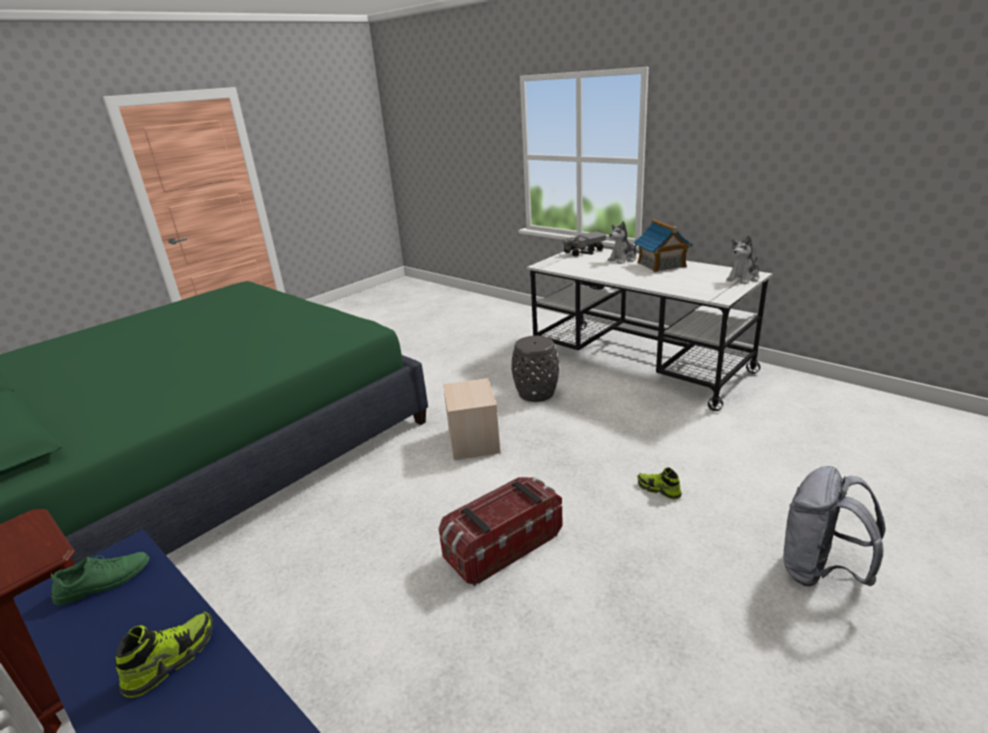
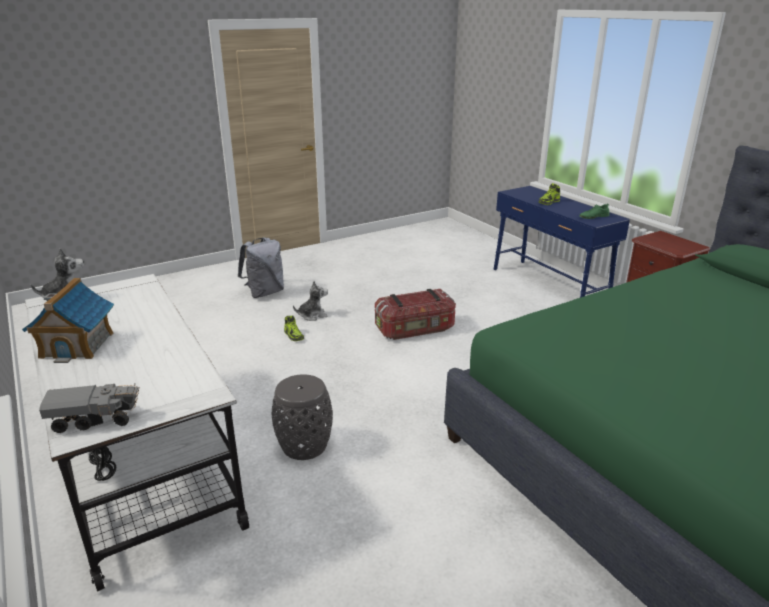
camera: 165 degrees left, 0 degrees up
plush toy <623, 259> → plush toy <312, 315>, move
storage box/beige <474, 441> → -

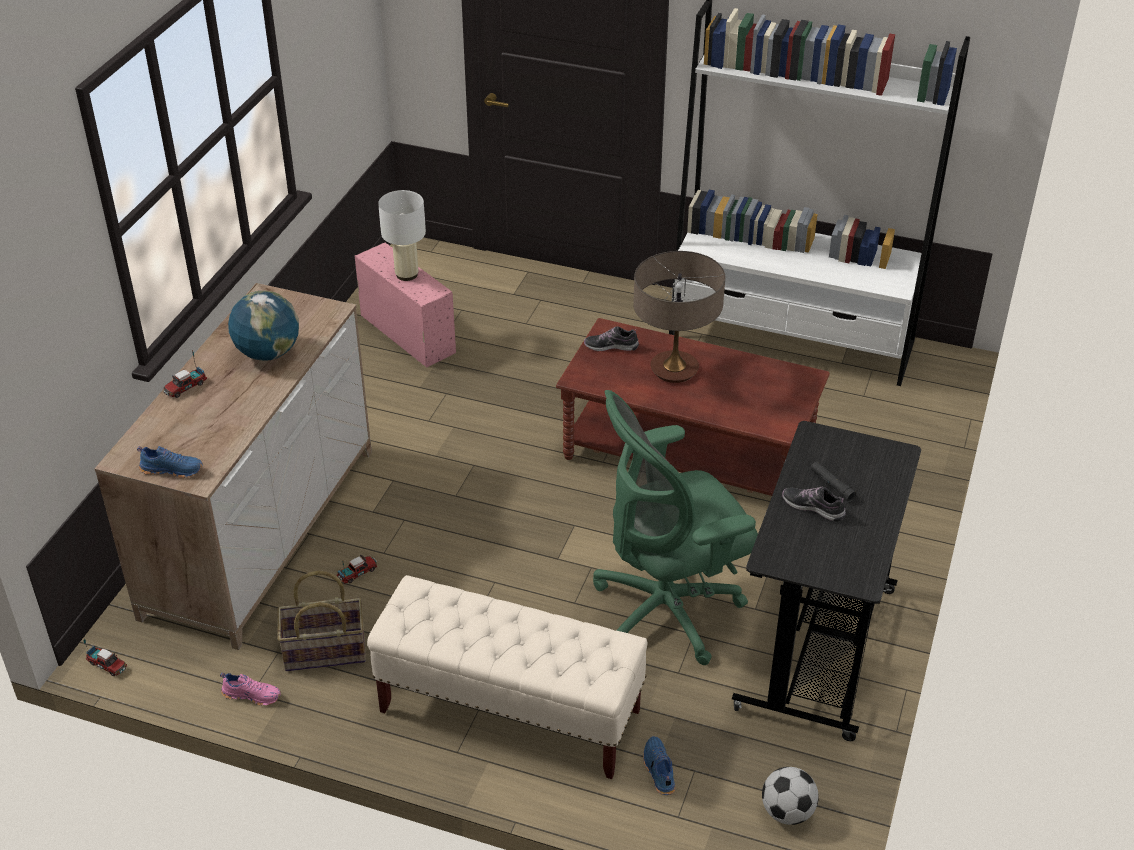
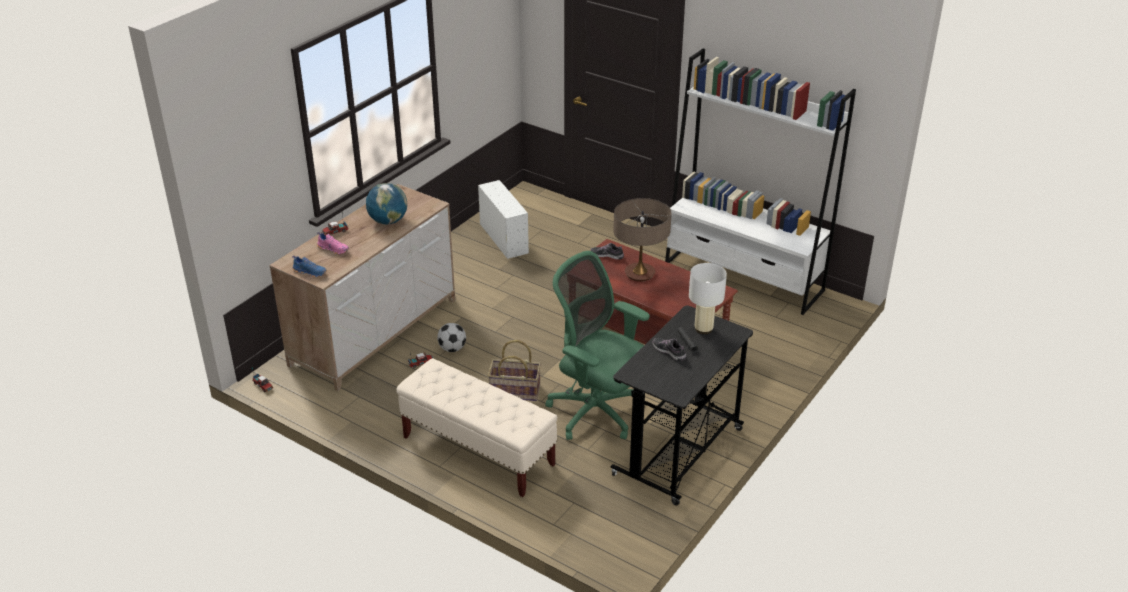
camera: 15 degrees right, 5 degrees down
shoe/pink <252, 694> → shoe/pink <334, 249>, move
football <788, 812> → football <452, 349>, move
storage box/pink <406, 333> → storage box/white <503, 237>
basket <324, 652> → basket <514, 392>, move
office chair/green <673, 606> → office chair/green <600, 413>, 45 degrees clockwise
table lamp/white <406, 274> → table lamp/white <703, 328>, move
shoe/blue <658, 770> → -

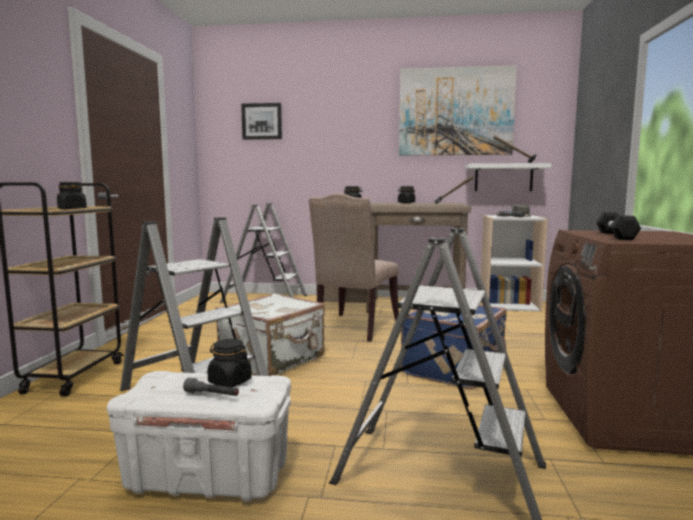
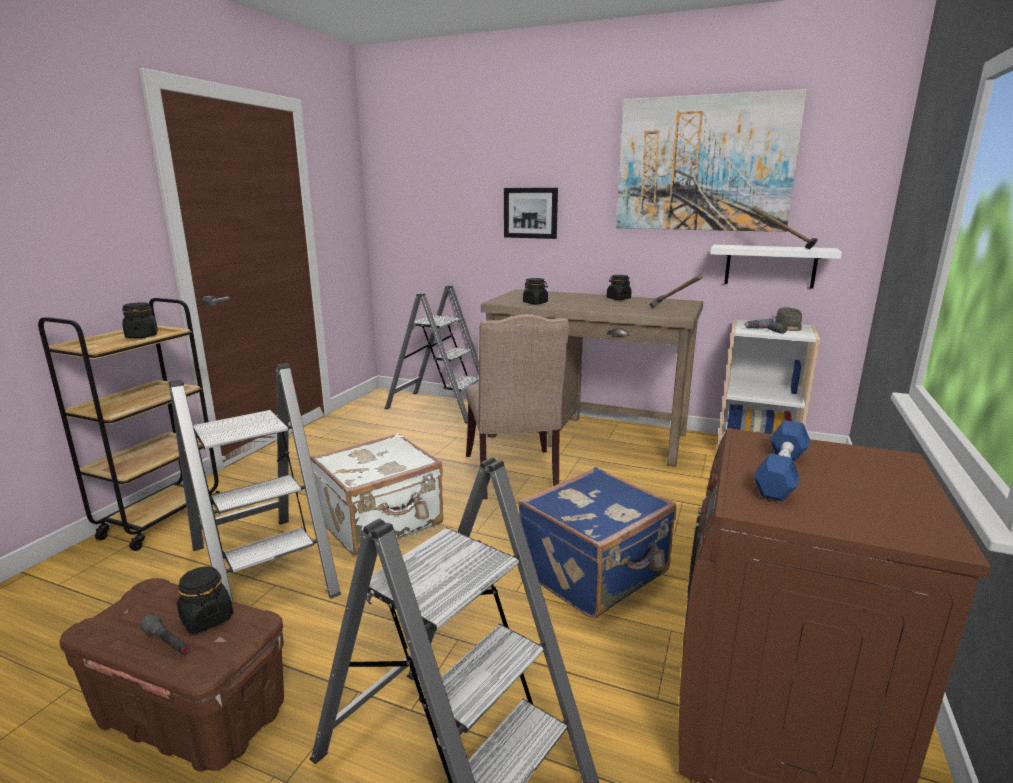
camera: 15 degrees right, 10 degrees up
storage box/white <209, 476> → storage box/brown <193, 714>
chair/beige <355, 329> → chair/beige <514, 476>, 45 degrees counterclockwise
picture <262, 121> → picture <530, 213>, move
dumbbell/black <615, 236> → dumbbell/blue <781, 473>

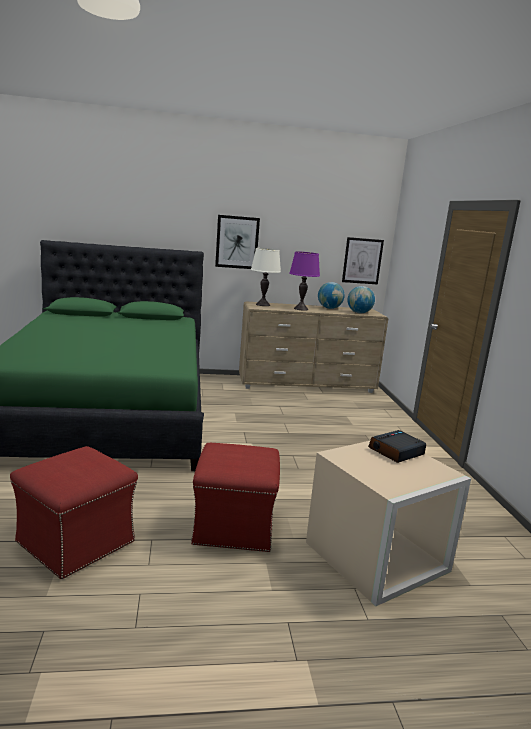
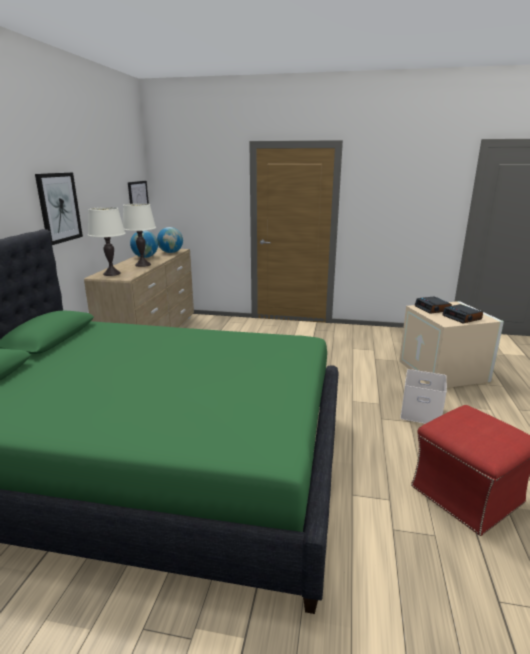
camera: 70 degrees left, 5 degrees up
table lamp/purple <301, 309> → table lamp/white <143, 265>
ottoman/red <234, 527> → storage box/white <422, 412>
- → alarm clock <462, 317>

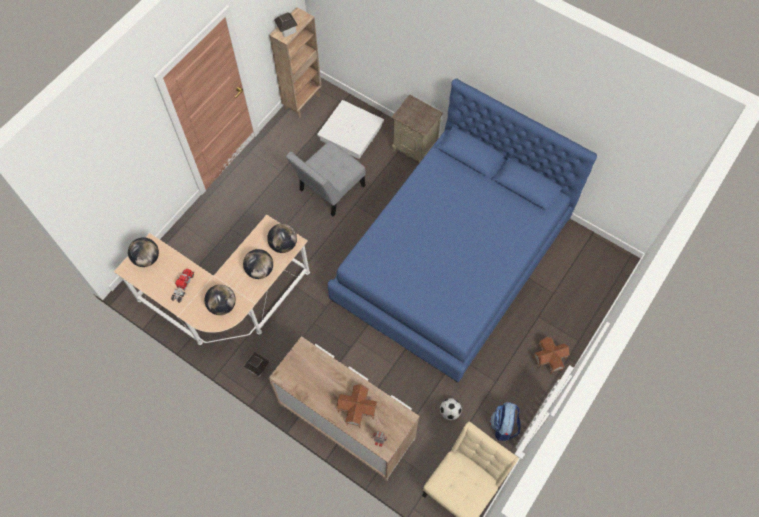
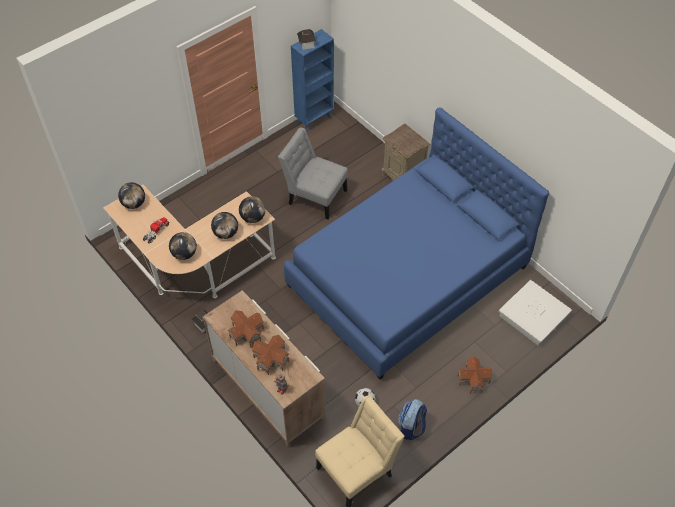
camera: 15 degrees right, 10 degrees down
- → toy house <247, 333>
chair/grey <329, 190> → chair/grey <314, 195>, 60 degrees clockwise
bookcase/brown <303, 101> → bookcase/blue <315, 119>
storage box/white <350, 133> → storage box/white <533, 316>, move

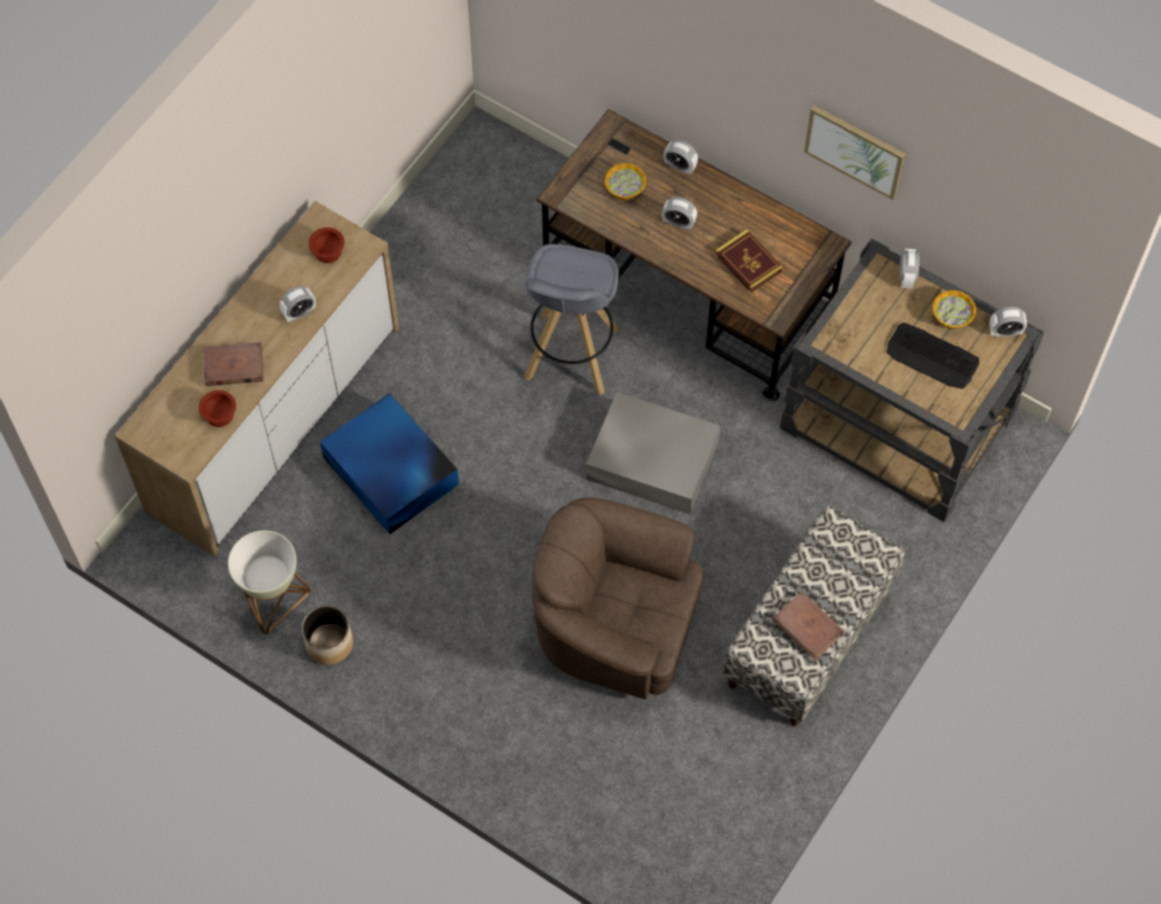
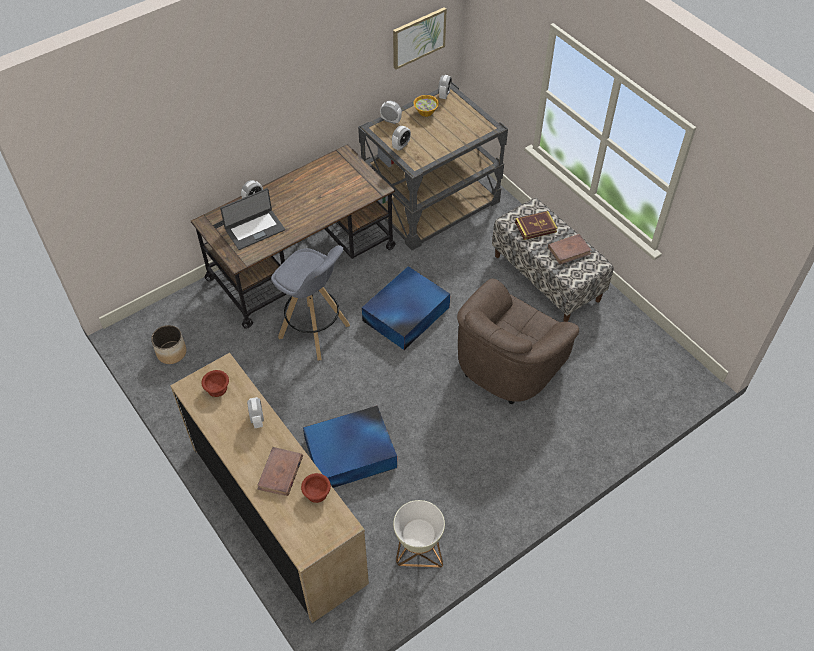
camera: 70 degrees left, 10 degrees down
planter <329, 644> → planter <171, 353>, move
bowl <625, 190> → laptop <254, 229>
storage box/grey <651, 459> → storage box/blue <405, 314>
alarm clock <678, 223> → alarm clock <401, 146>, move
picture <855, 150> → picture <418, 37>, move
book <748, 263> → book <535, 227>, move
keyboard <932, 357> → -

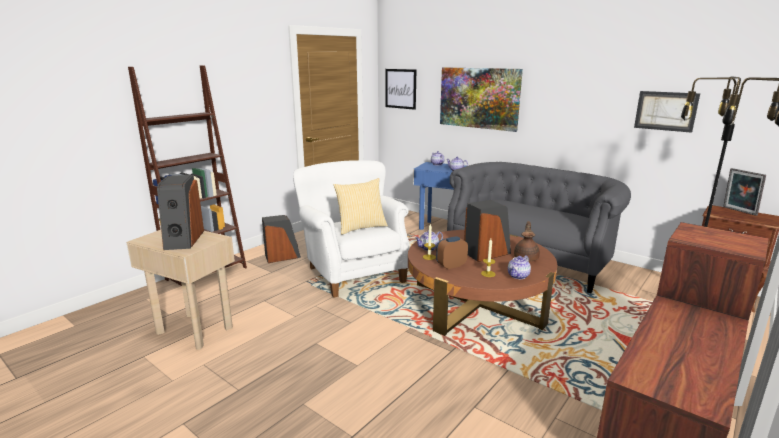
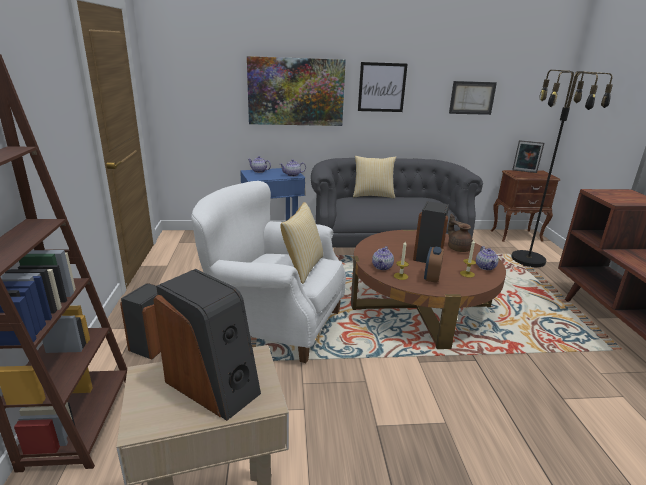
camera: 45 degrees left, 5 degrees up
- → pillow <373, 195>
picture <400, 88> → picture <382, 87>, move

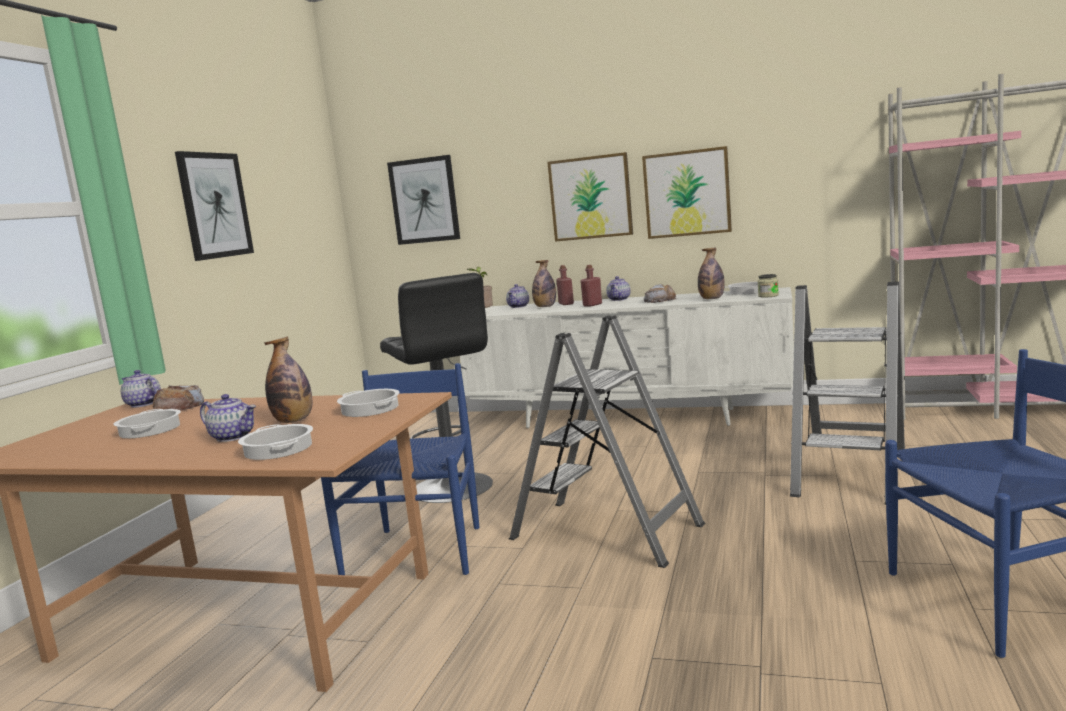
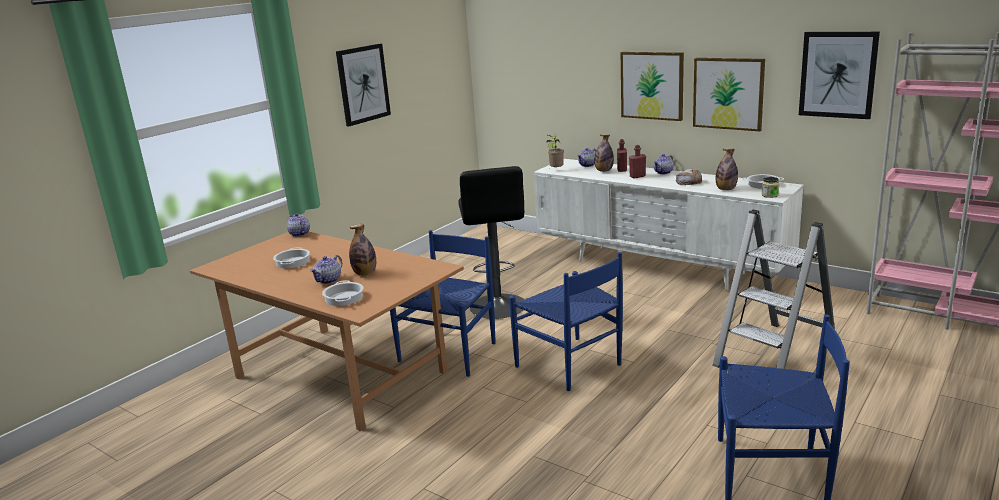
camera: 20 degrees right, 10 degrees up
teapot <233, 437> → teapot <329, 280>, 75 degrees clockwise
step ladder/grey <608, 531> → chair/blue <571, 365>
picture <424, 200> → picture <837, 74>, move
bread <179, 407> → -
cooking pot <369, 409> → -

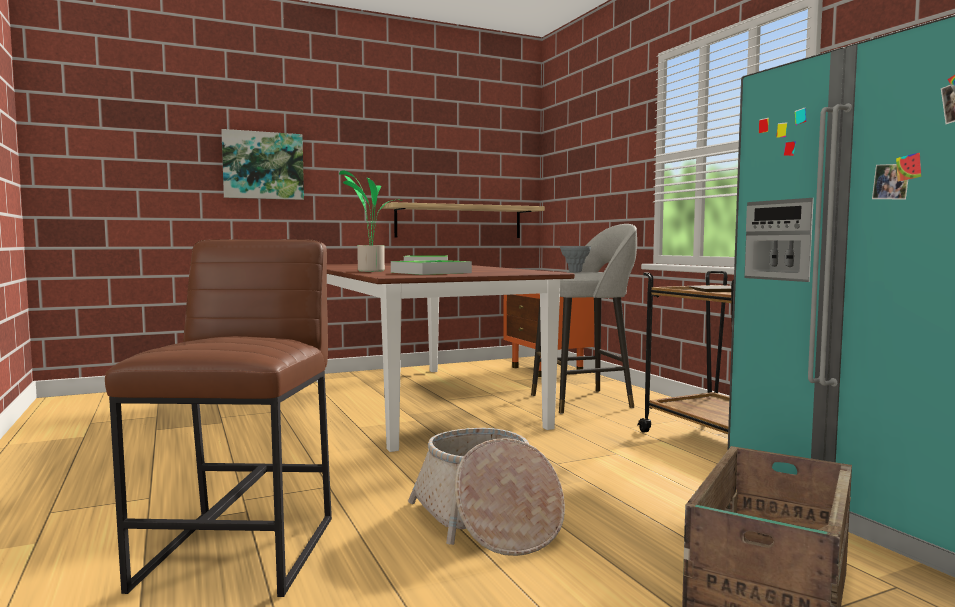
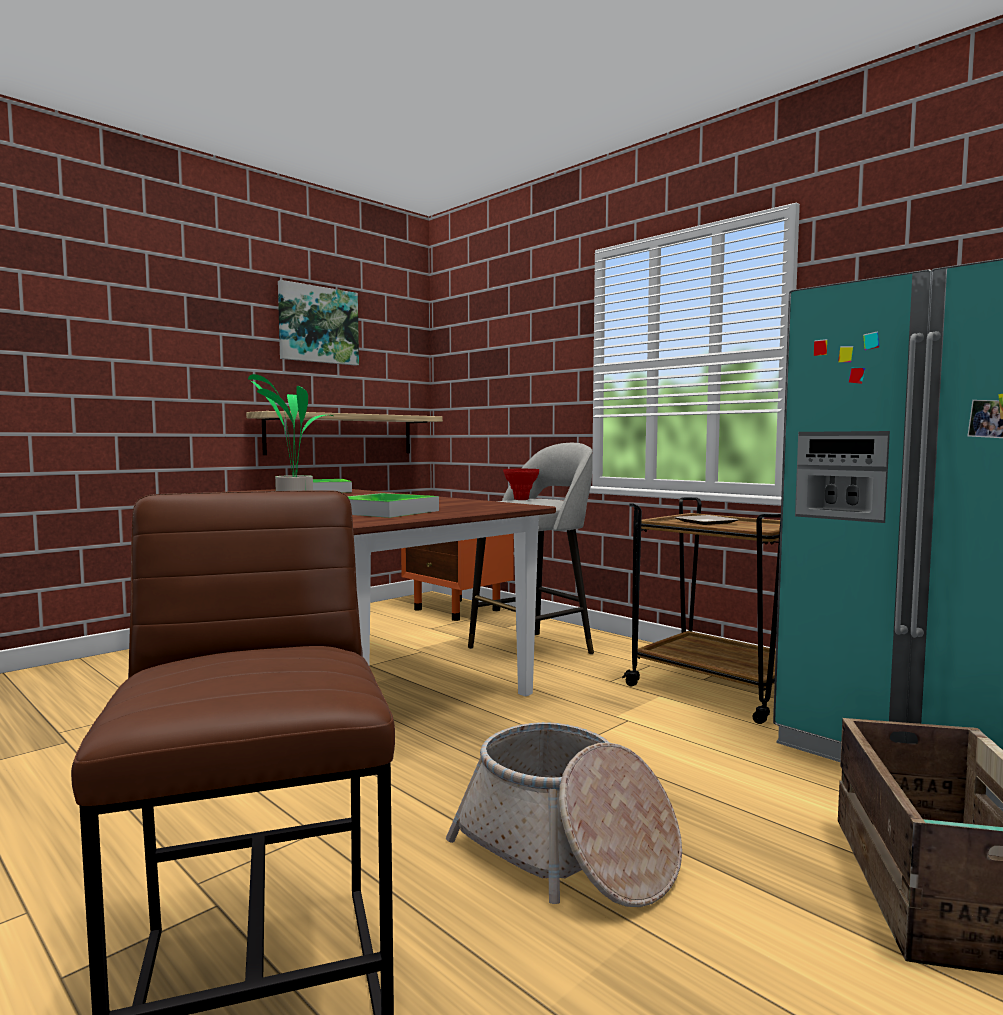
camera: 20 degrees left, 0 degrees up
picture <263, 165> → picture <318, 325>, move
vase/grey <575, 272> → vase/red <521, 499>

